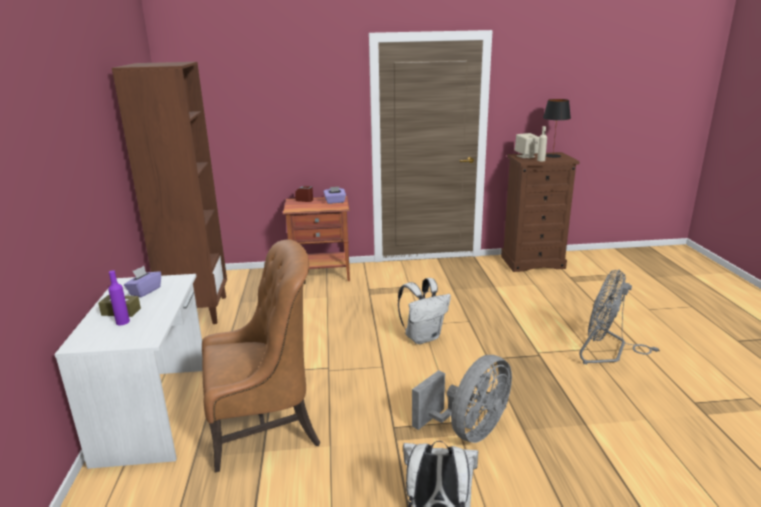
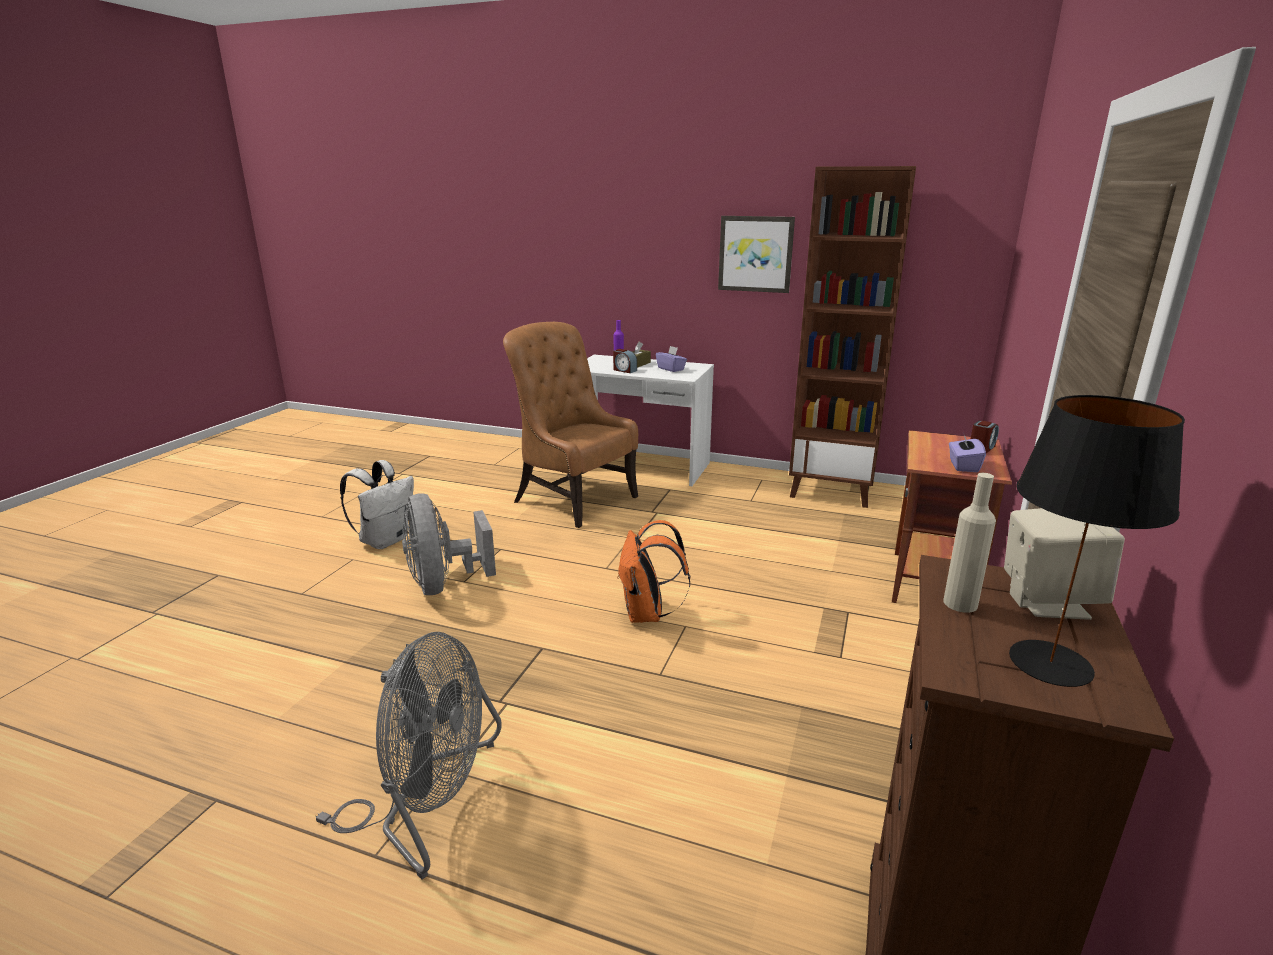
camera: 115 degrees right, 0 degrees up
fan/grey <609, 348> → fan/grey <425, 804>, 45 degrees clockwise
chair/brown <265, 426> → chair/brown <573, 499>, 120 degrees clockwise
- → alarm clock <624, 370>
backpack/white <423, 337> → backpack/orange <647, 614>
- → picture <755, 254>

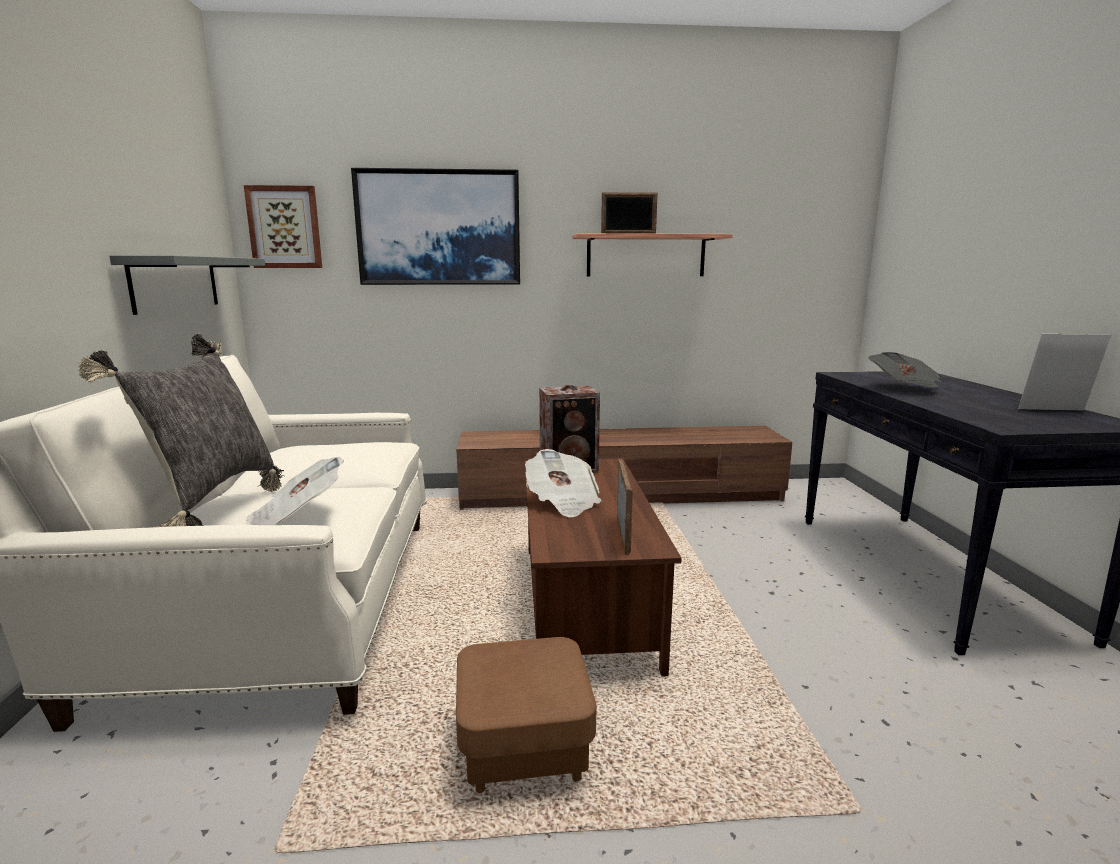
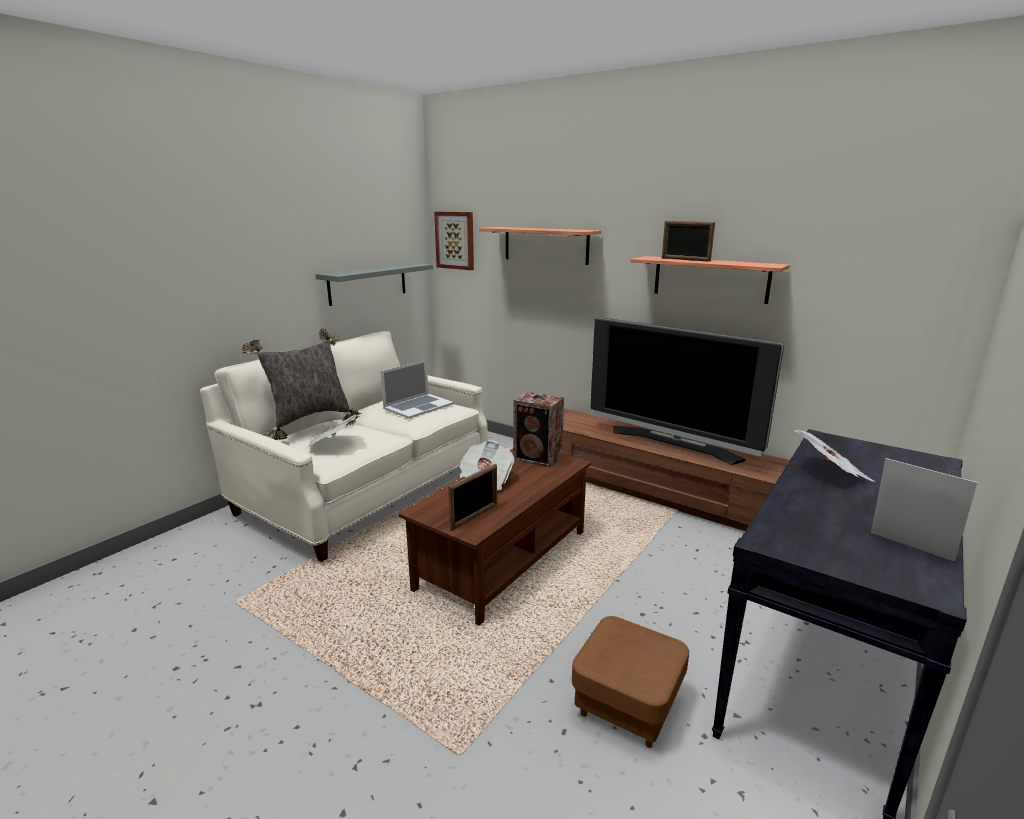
camera: 40 degrees right, 5 degrees up
- → laptop <418, 406>
picture <439, 228> → shelf <545, 245>
ottoman/brown <524, 750> → ottoman/brown <627, 705>, move
- → television <674, 444>

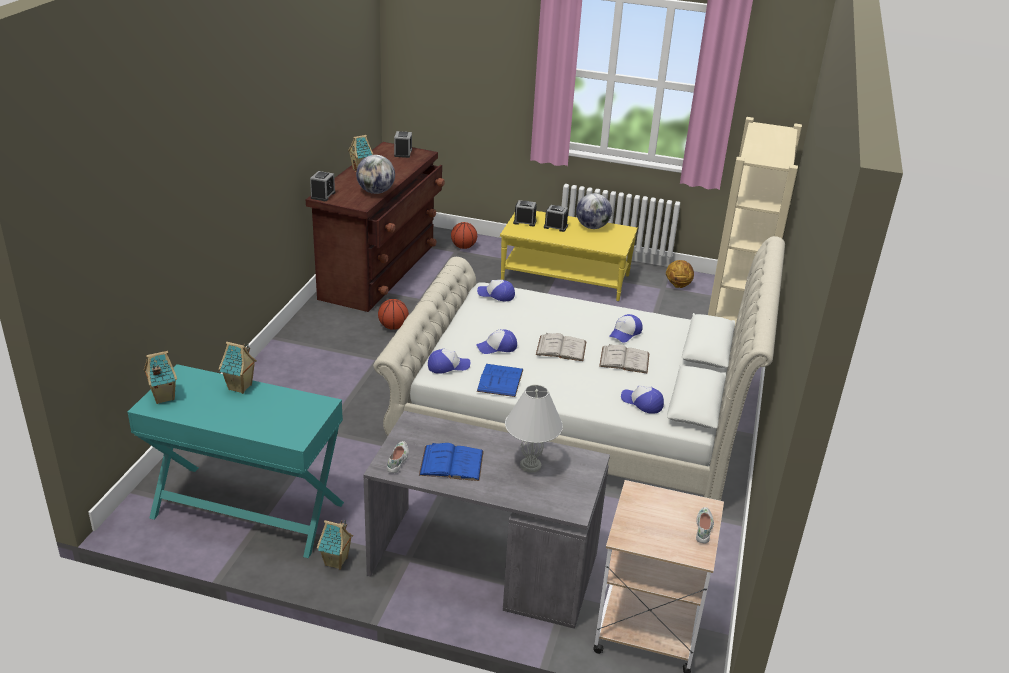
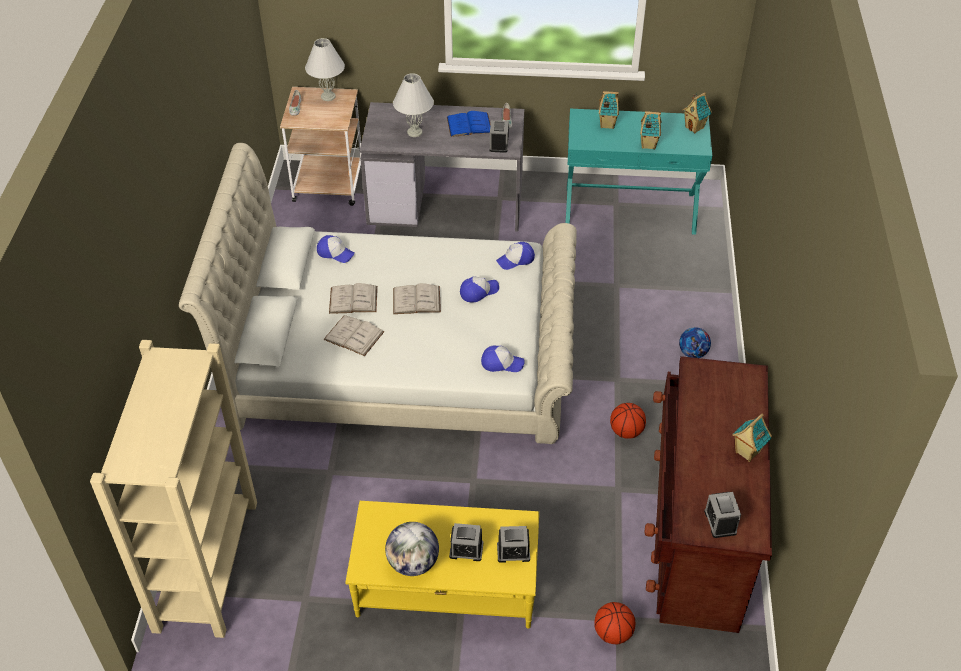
camera: 170 degrees right, 15 degrees up
- → table lamp/white <328, 96>
cap <625, 333> → book/white <353, 335>
alarm clock <323, 195> → alarm clock <499, 144>, move
toy house <336, 562> → toy house <606, 124>, move
- → football <693, 353>
globe <376, 192> → -
book/blue <500, 380> → -
basketball <678, 285> → -

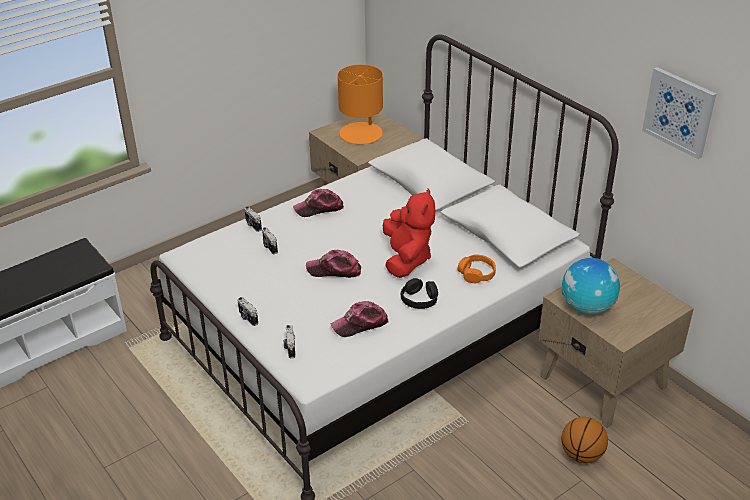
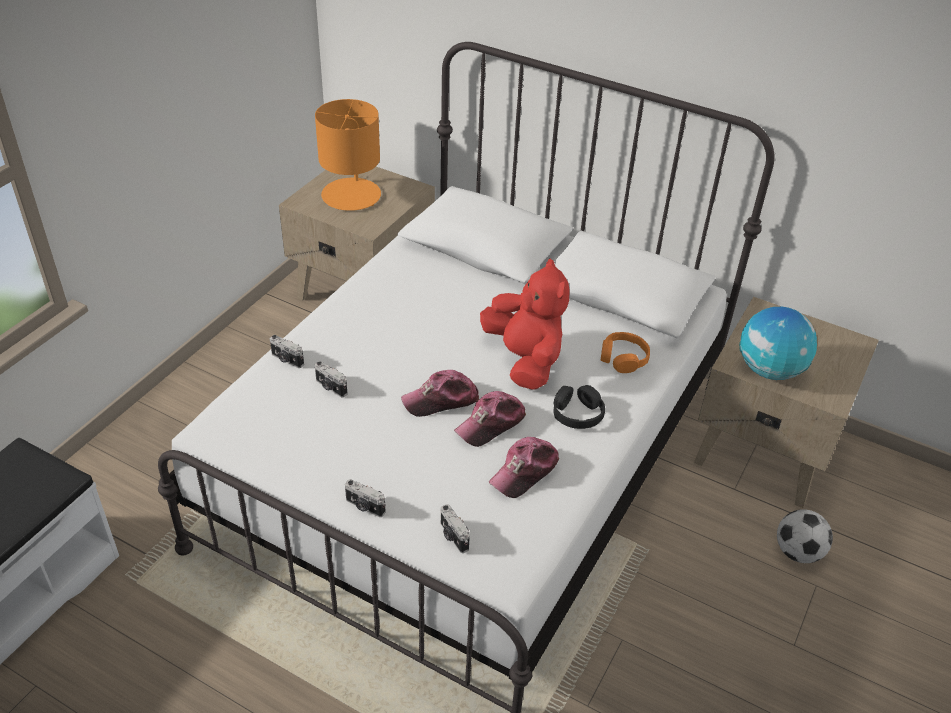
camera: 25 degrees left, 5 degrees up
cap <319, 208> → cap <491, 424>, move
basketball <582, 455> → football <797, 552>
picture <679, 112> → -

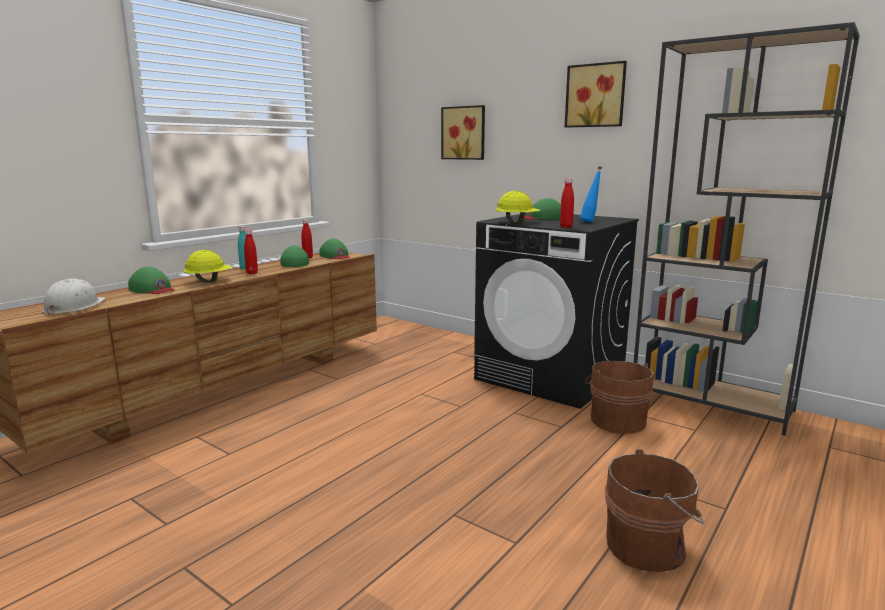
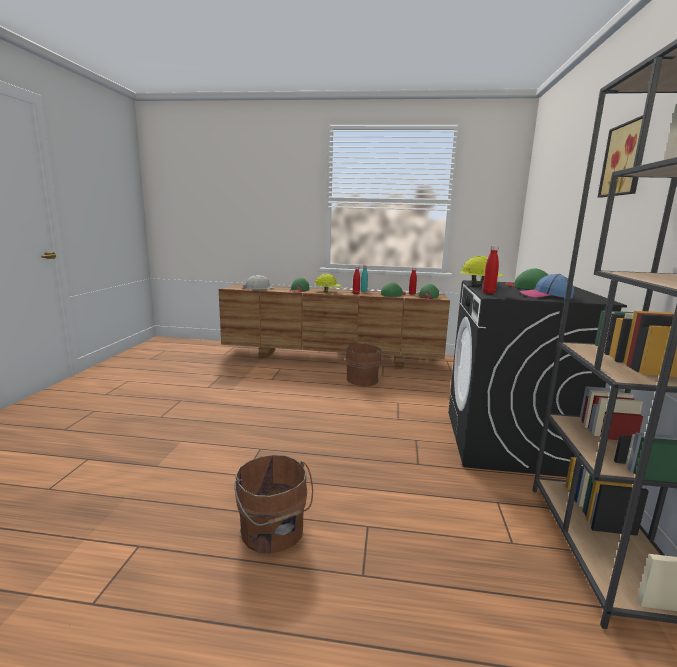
camera: 60 degrees right, 0 degrees up
bucket/brown <616, 420> → bucket/brown <363, 379>, move
bottle/blue <590, 221> → cap <545, 296>
picture <464, 133> → -

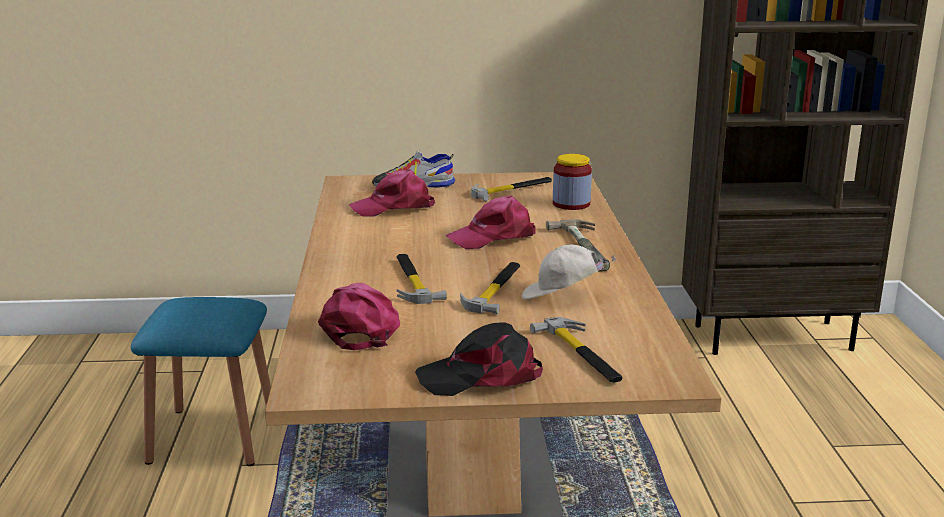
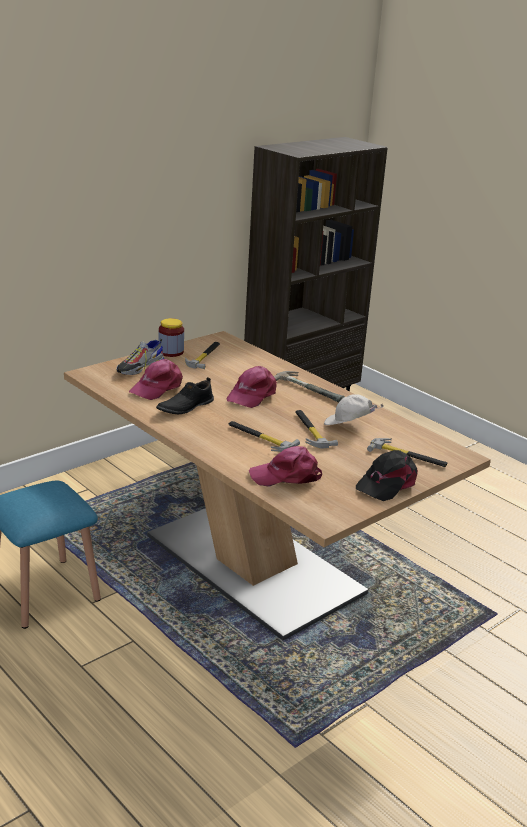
camera: 40 degrees left, 5 degrees up
- → shoe/black <185, 407>
jar <571, 204> → jar <171, 352>, move
cap/pink <362, 328> → cap/pink <286, 476>, 60 degrees counterclockwise
cap/white <561, 297> → cap/white <348, 425>, 45 degrees clockwise

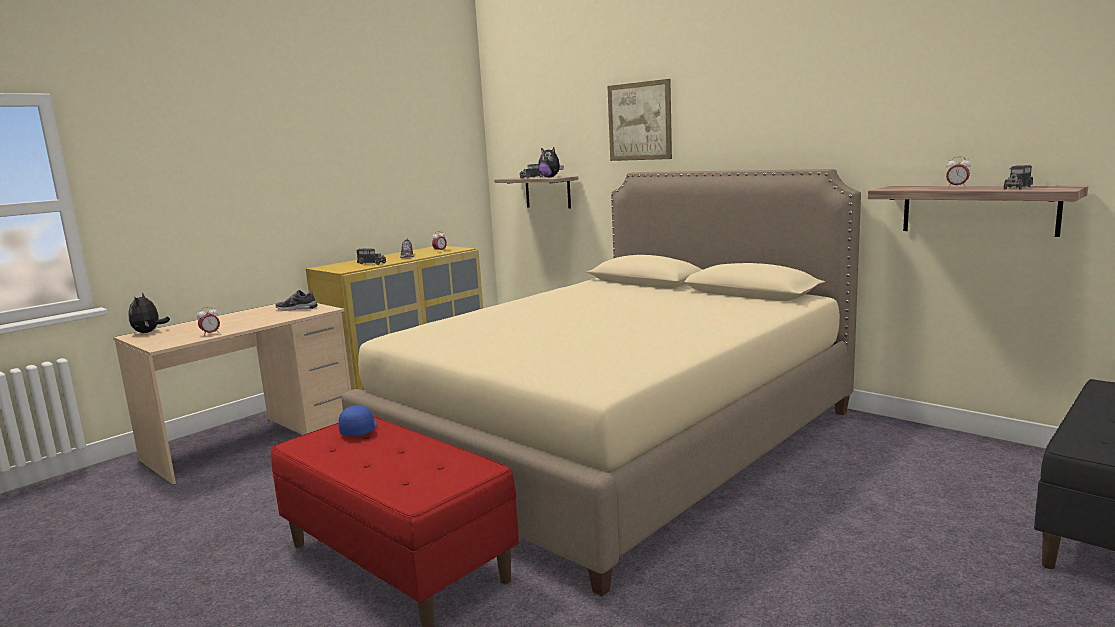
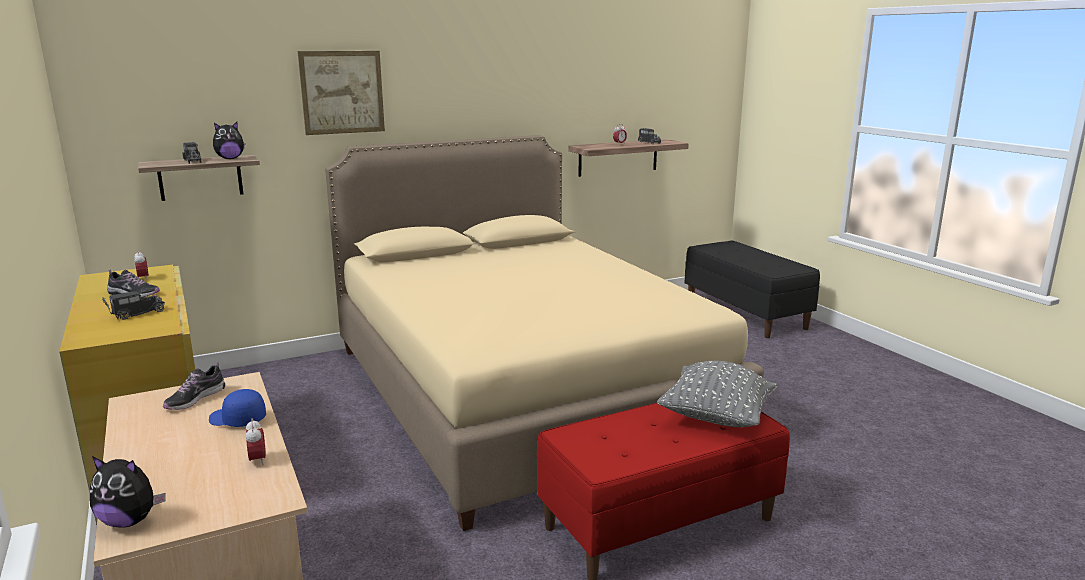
camera: 70 degrees left, 5 degrees up
cap/blue <358, 430> → cap/blue <237, 420>, move
- → pillow/grey <716, 418>

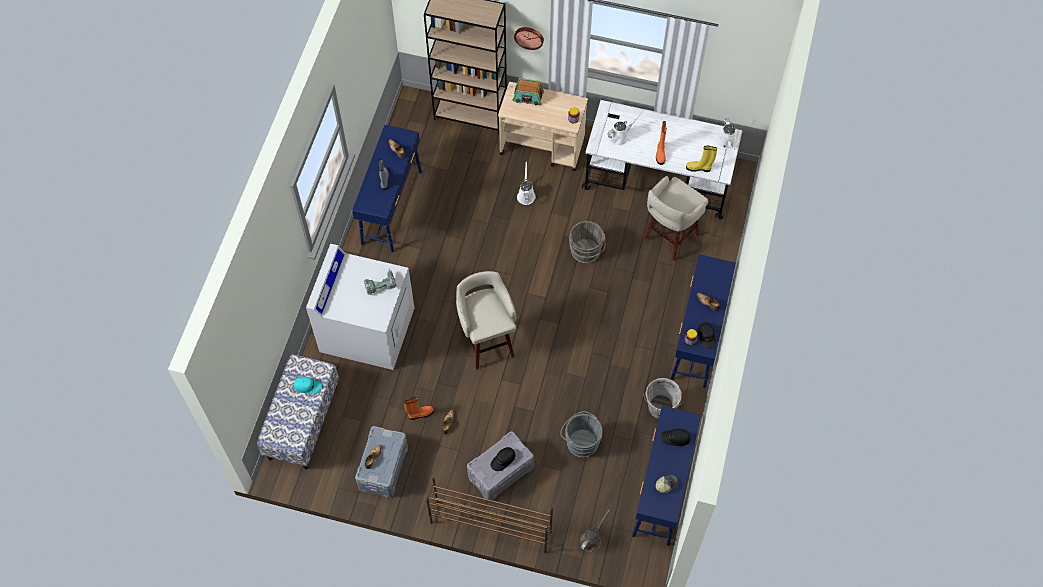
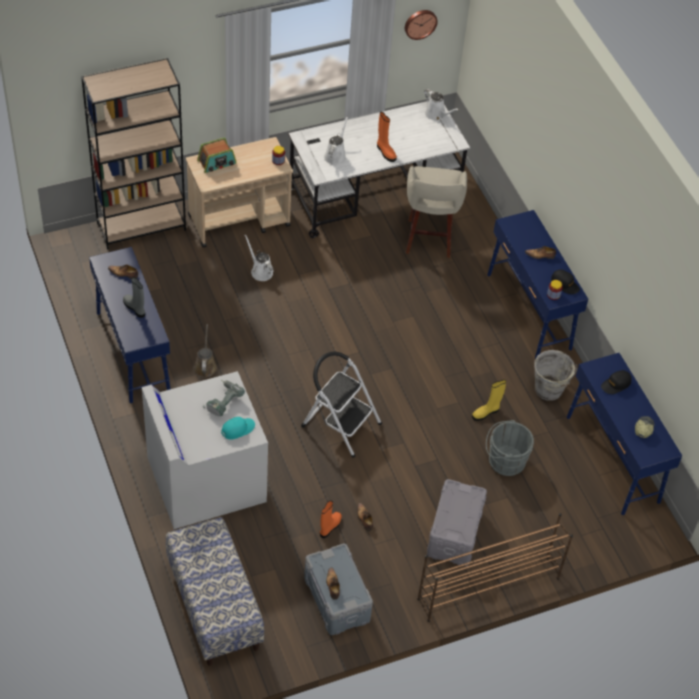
camera: 40 degrees left, 10 degrees down
watering can/brown <591, 539> → watering can/brown <205, 366>, move
cap/turquoise <307, 386> → cap/turquoise <238, 429>, move
stool/beige <487, 343> → step ladder <339, 424>
wall clock <529, 37> → wall clock <420, 23>, move
boot/yellow <699, 168> → boot/yellow <486, 412>, move
cap/black <503, 460> → -
bucket/grey <585, 253> → -

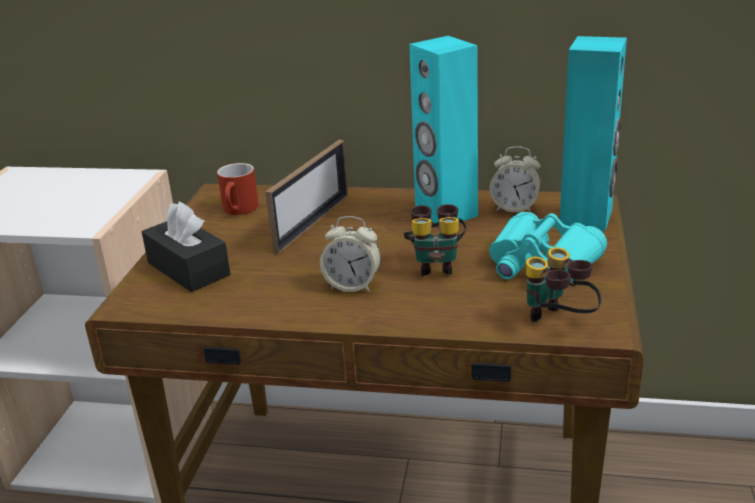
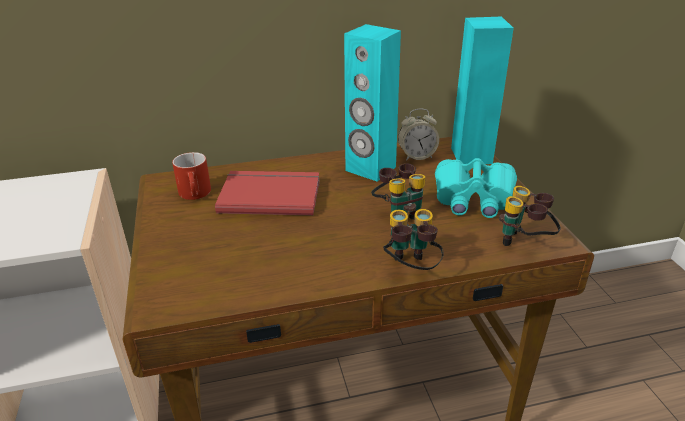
camera: 25 degrees left, 5 degrees up
picture frame <312, 223> → book/red <270, 195>
- → binoculars <410, 269>
tissue box/black <188, 269> → -
alarm clock <352, 285> → -

